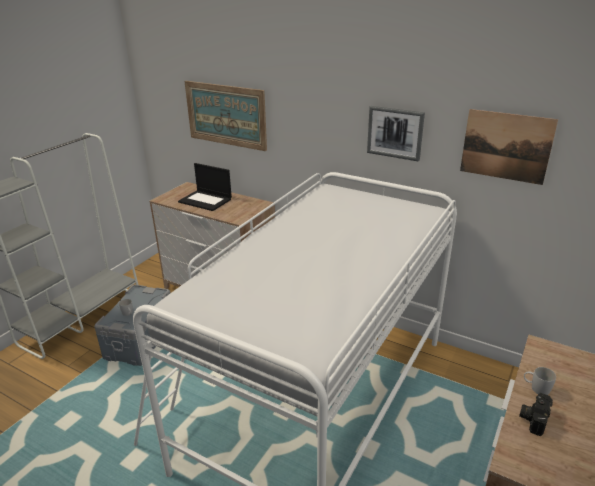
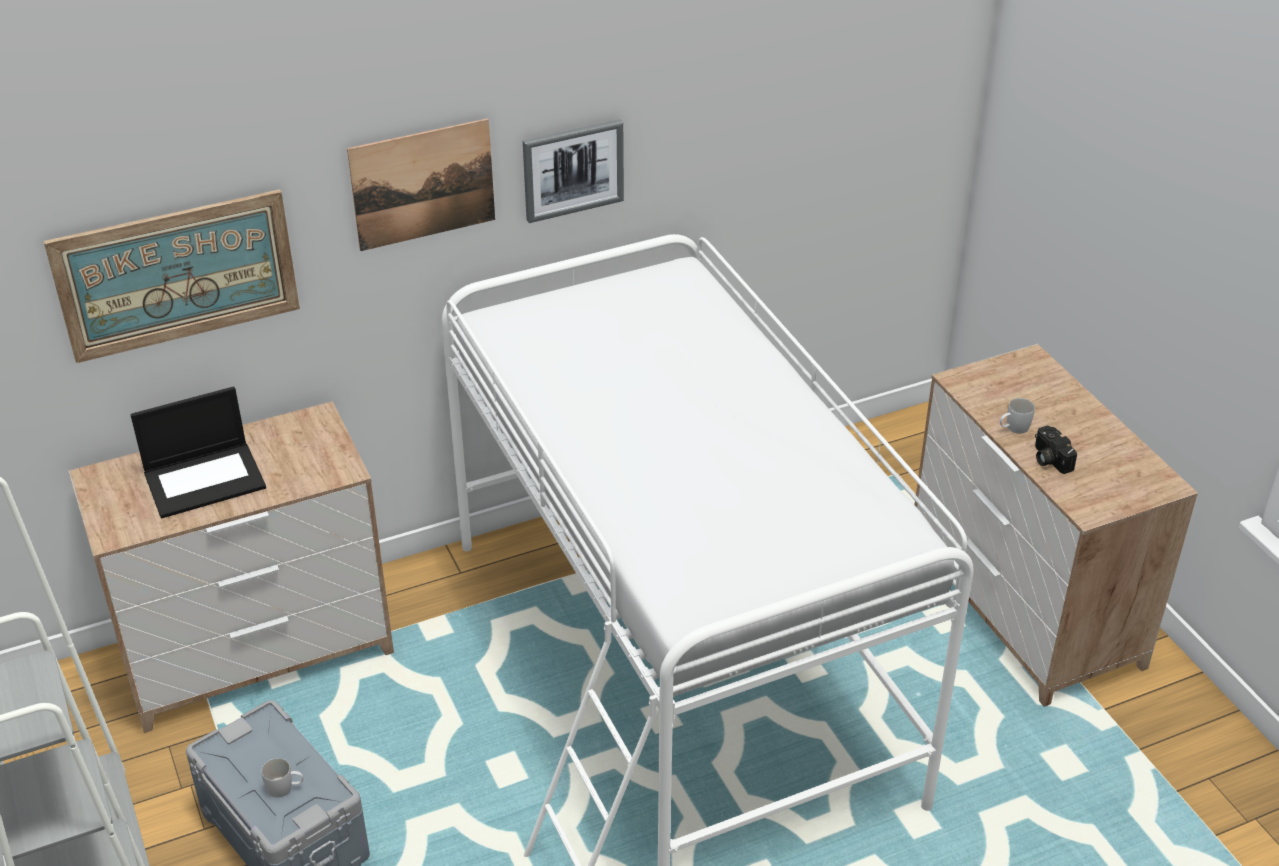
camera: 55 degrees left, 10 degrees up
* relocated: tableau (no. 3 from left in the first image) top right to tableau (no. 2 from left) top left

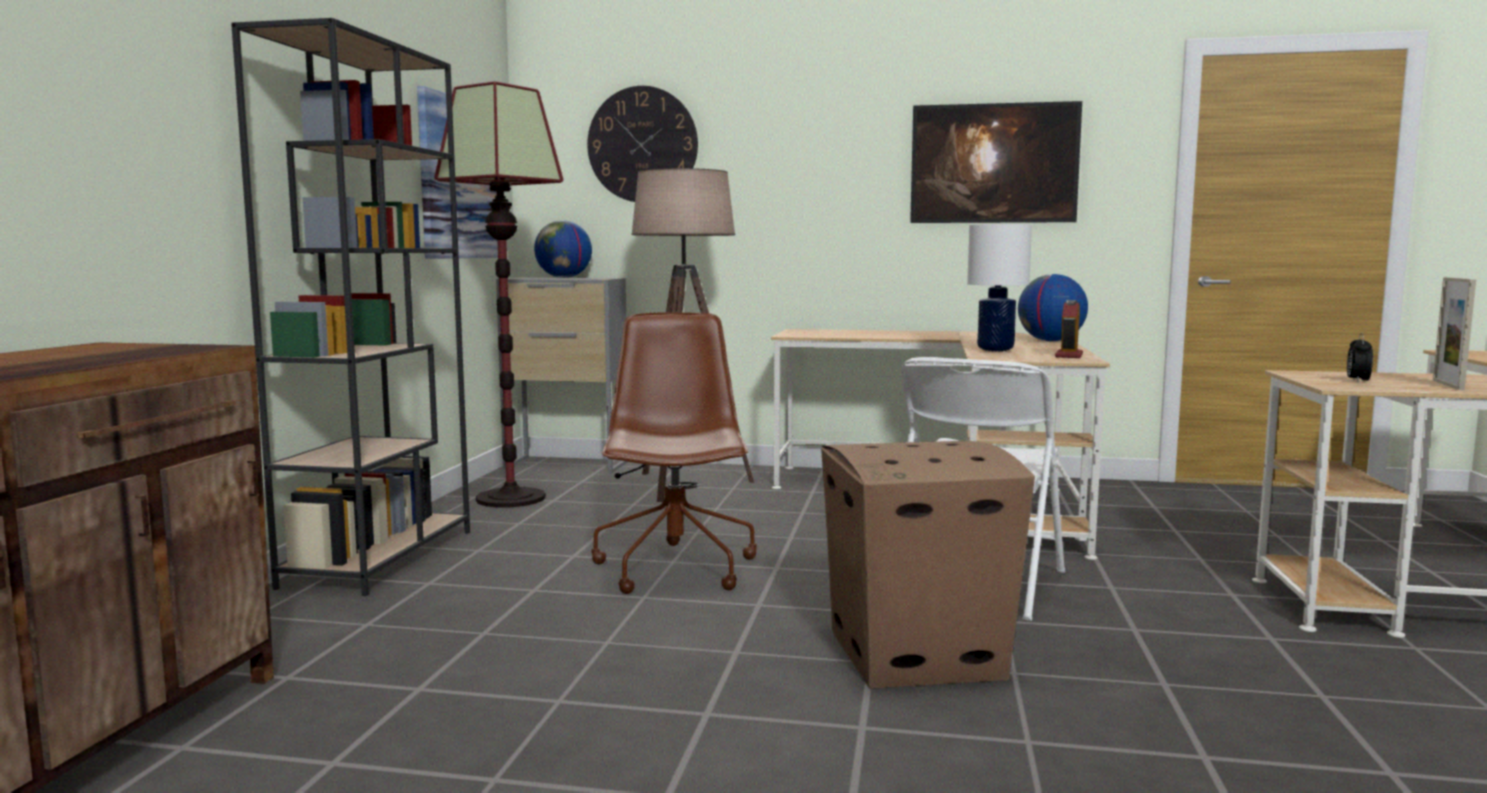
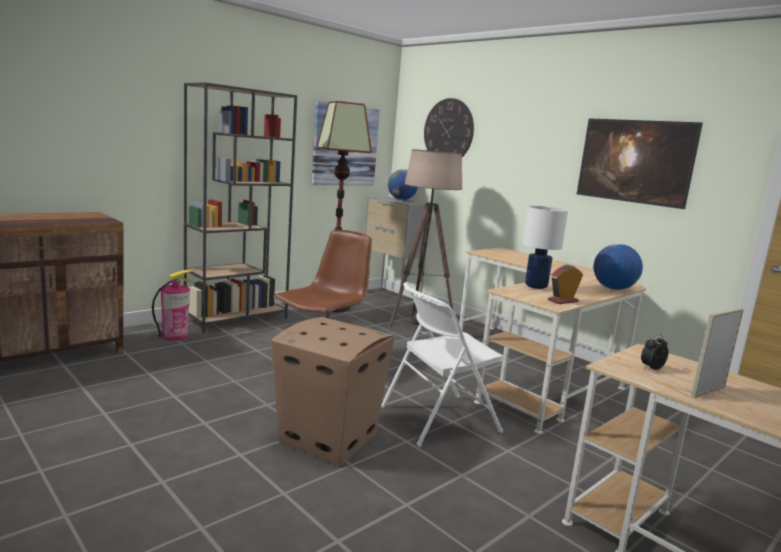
camera: 35 degrees right, 5 degrees up
* appeared: extincteur middle left

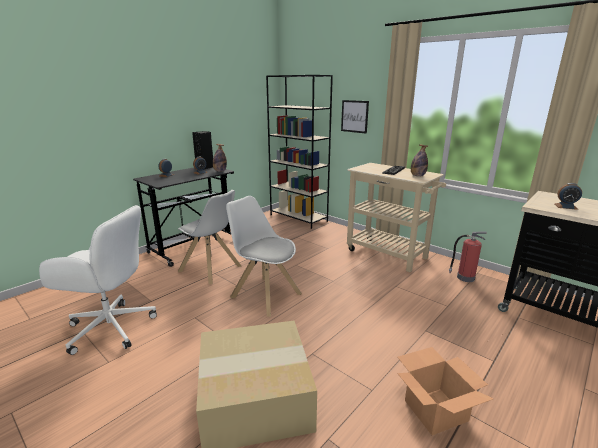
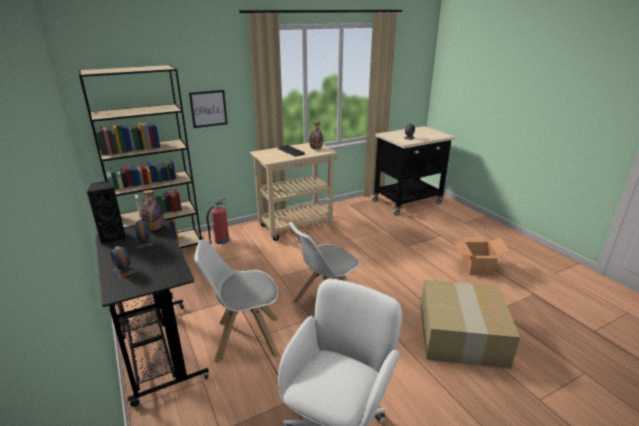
camera: 70 degrees left, 5 degrees up
* relocated: extincteur middle right to centre
* spun: chaise (no. 1 from left) centre = bottom centre 150 degrees counterclockwise

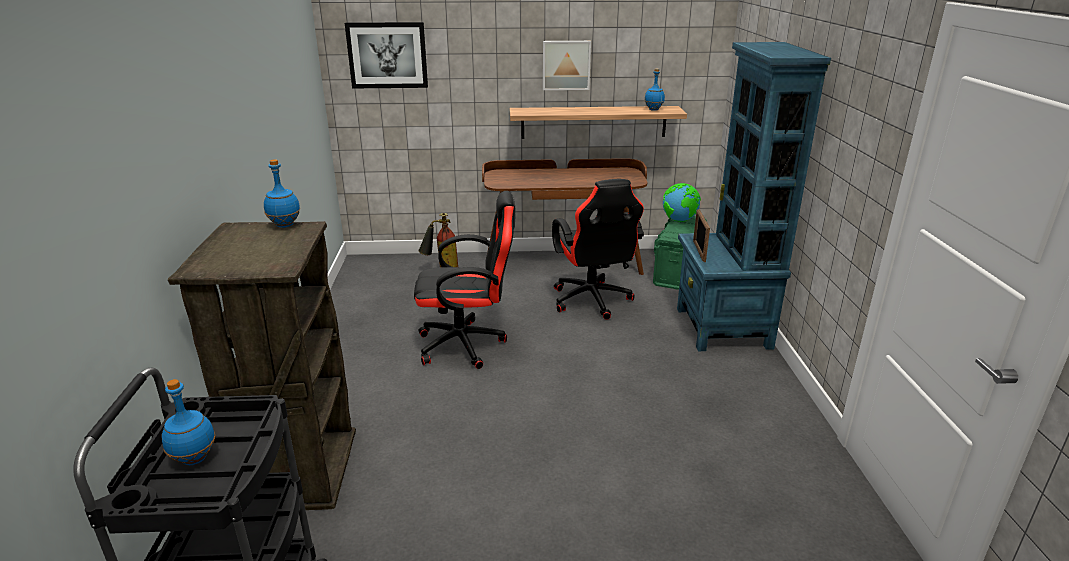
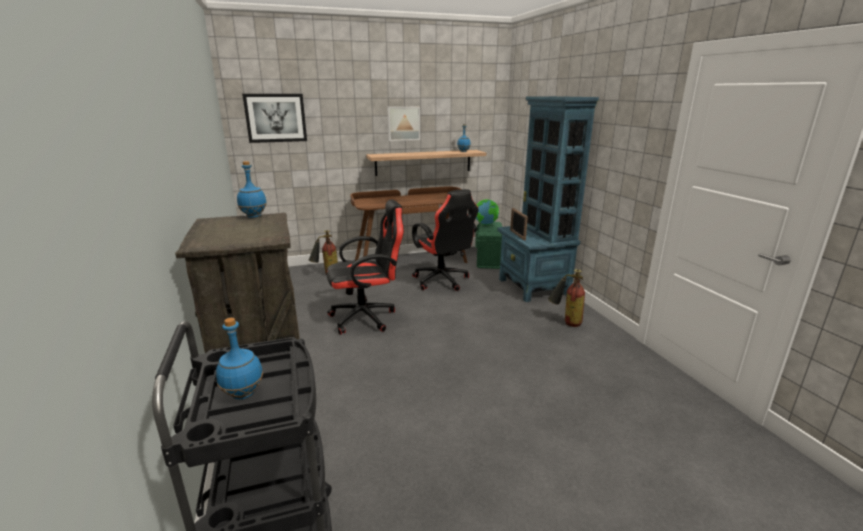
camera: 15 degrees left, 5 degrees down
* appeared: extincteur (no. 2 from left) centre

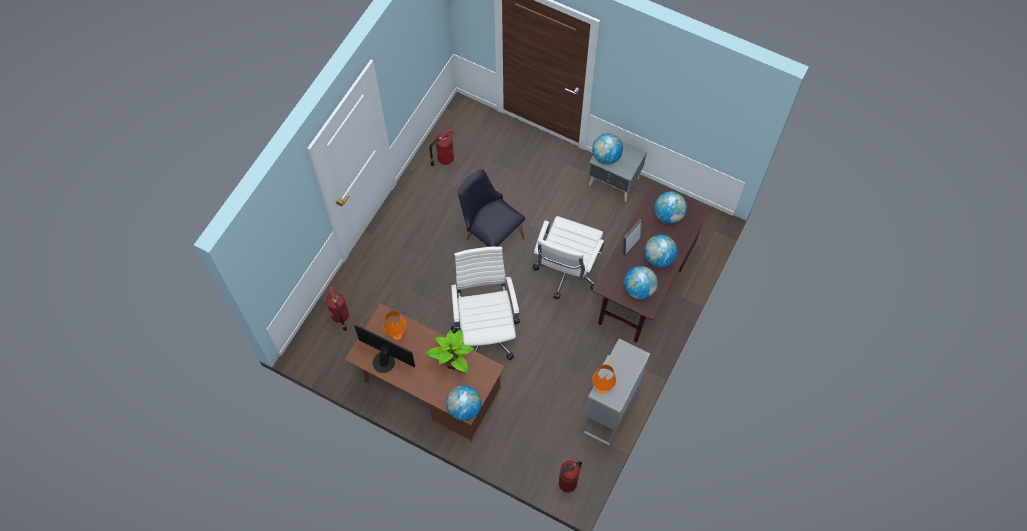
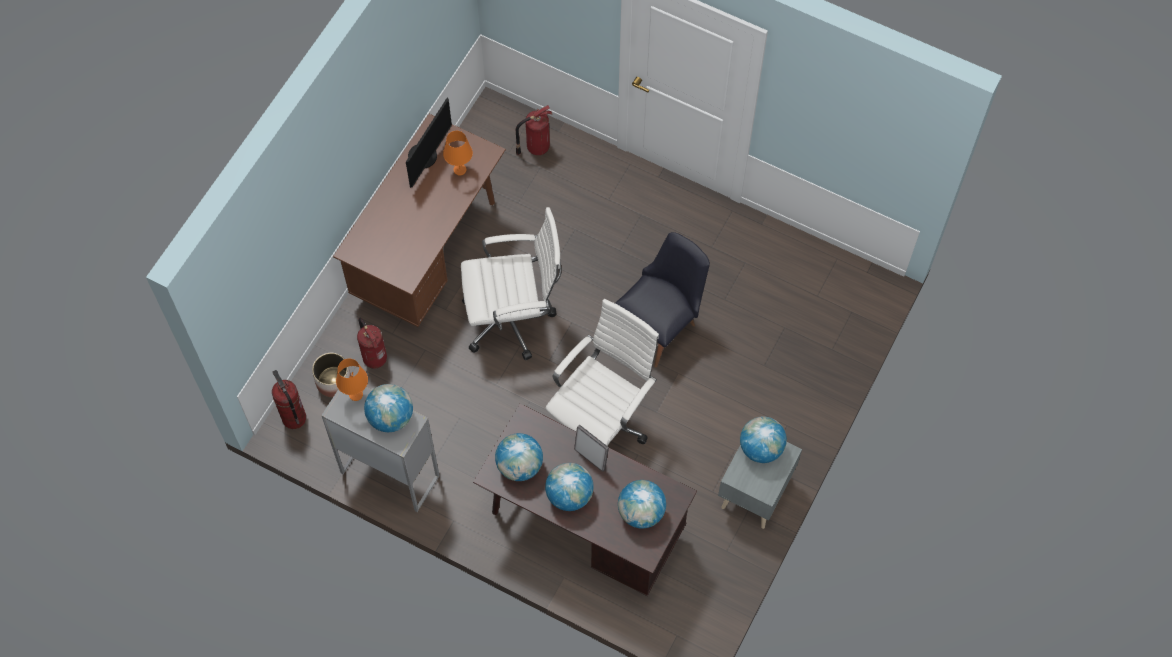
camera: 90 degrees right, 0 degrees up
* missing: plante en pot centre
* appeared: cache-pot middle left
* relocated: extincteur (no. 2 from left) top centre to middle left
* relocated: globe (no. 1 from left) bottom centre to middle left
* spun: chaise de bureau/blanc (no. 2 from left) centre = centre 105 degrees clockwise

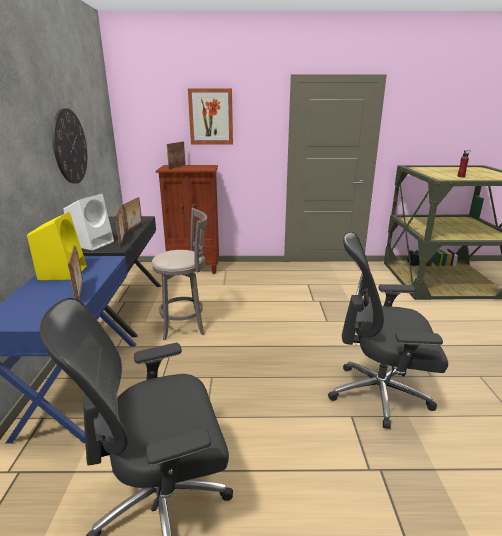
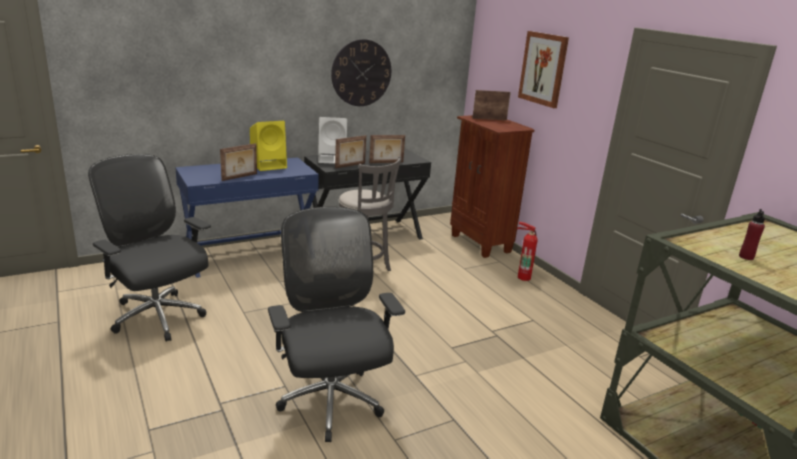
camera: 60 degrees right, 0 degrees up
* appeared: extincteur centre

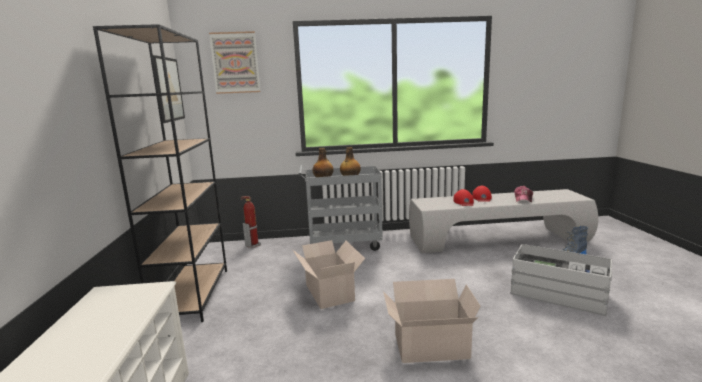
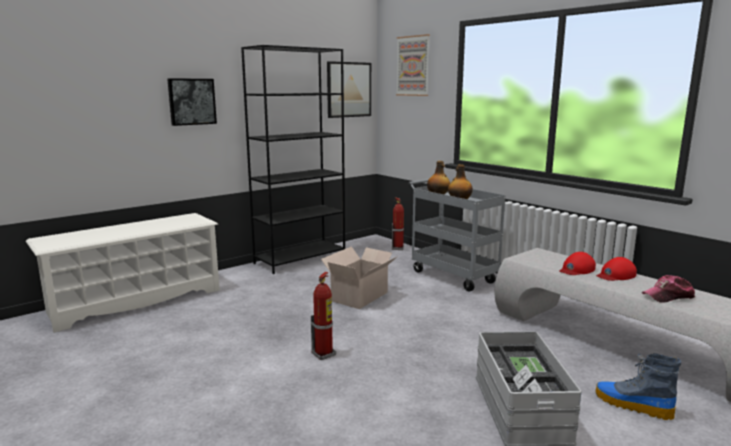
camera: 55 degrees right, 0 degrees up
* appeared: tableau (no. 1 from left) top left
* exchanged: carton (no. 2 from left) bottom centre to extincteur (no. 1 from left) bottom centre
* colour: bibliothèque/beige middle left to bibliothèque/noir centre

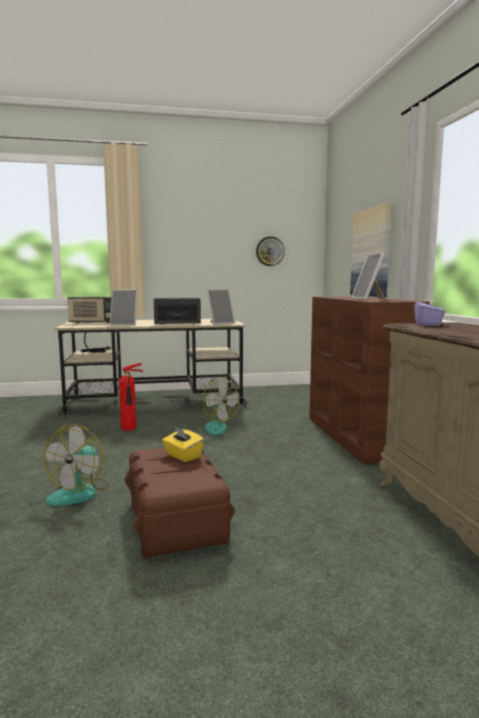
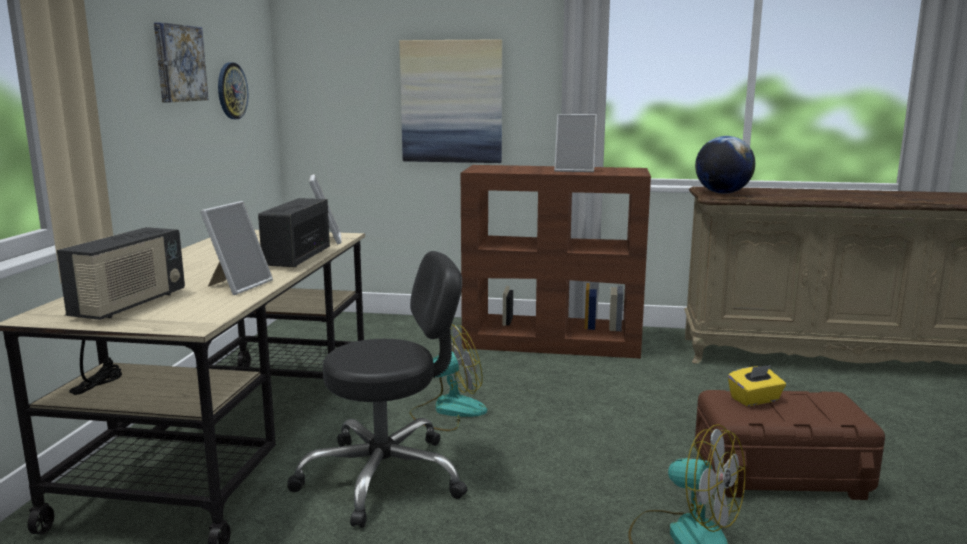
camera: 70 degrees left, 5 degrees up
* appeared: tableau (no. 1 from left) top left
* exchanged: extincteur middle left to chaise de bureau/noir bottom centre
* exchanged: boîte à mouchoirs/violet middle right to globe top right

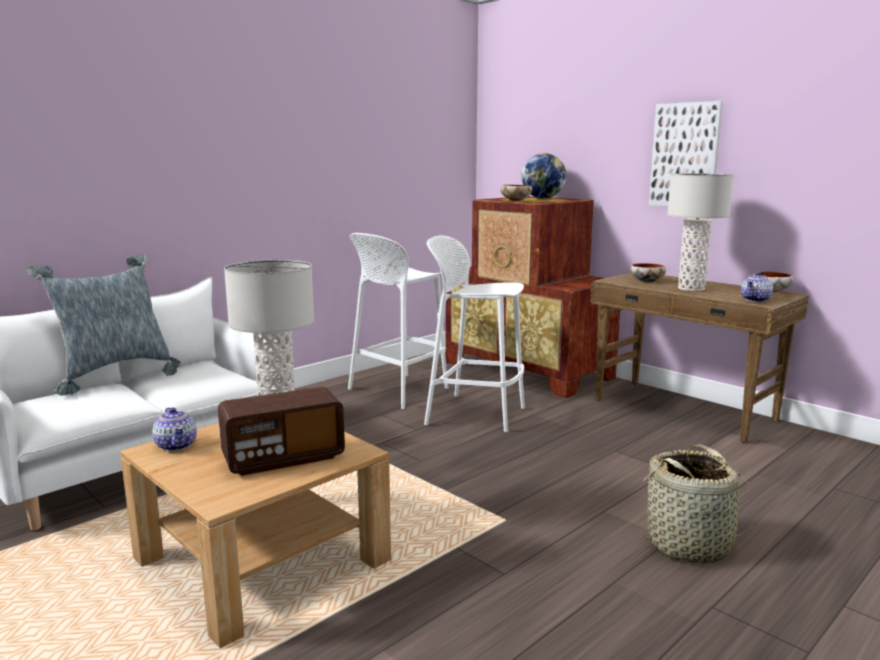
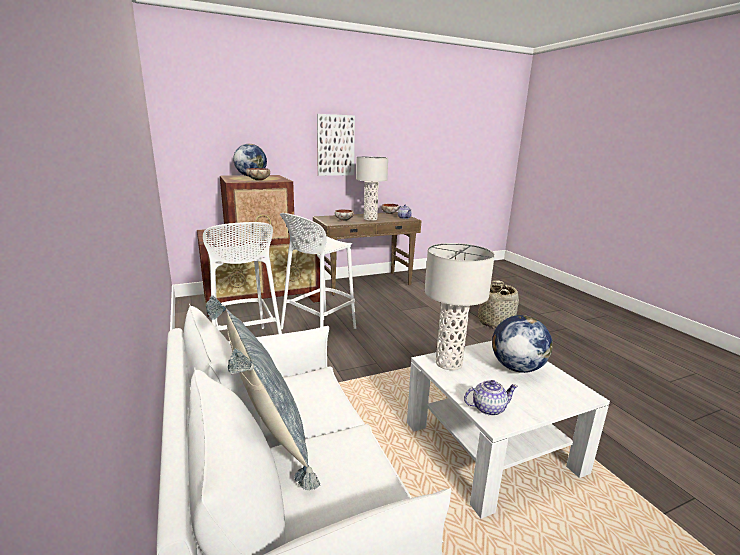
camera: 70 degrees left, 5 degrees up
* exchanged: radio middle left to globe (no. 2 from left) middle right
* colour: table basse/marron bottom left to table basse/blanc bottom right

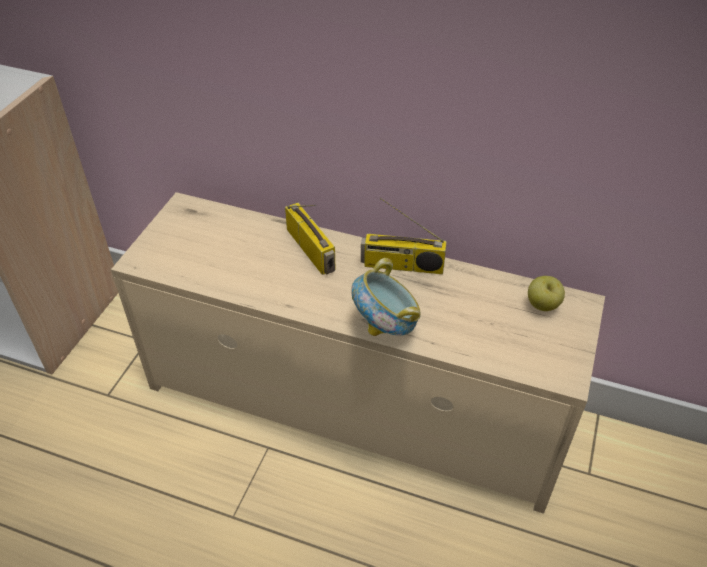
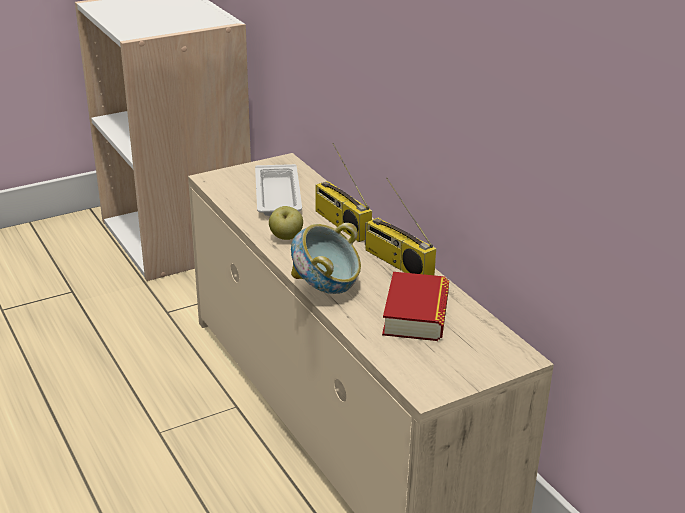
camera: 40 degrees right, 15 degrees down
* appeared: plateau/blanc centre
* appeared: livre centre
* relocated: pomme middle right to centre
* spun: radio (no. 1 from left) centre = centre 135 degrees clockwise

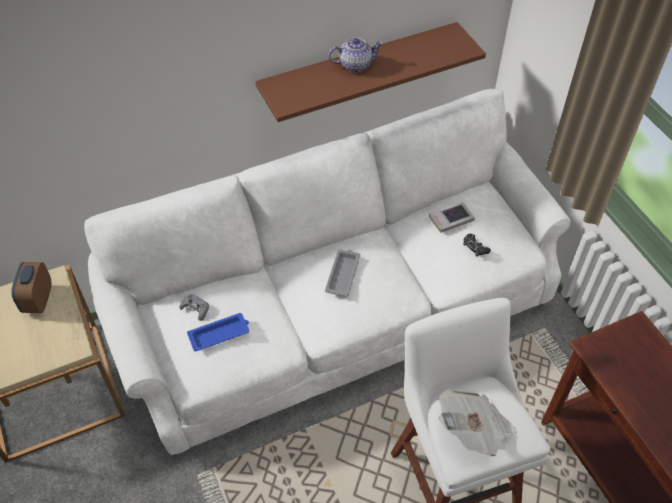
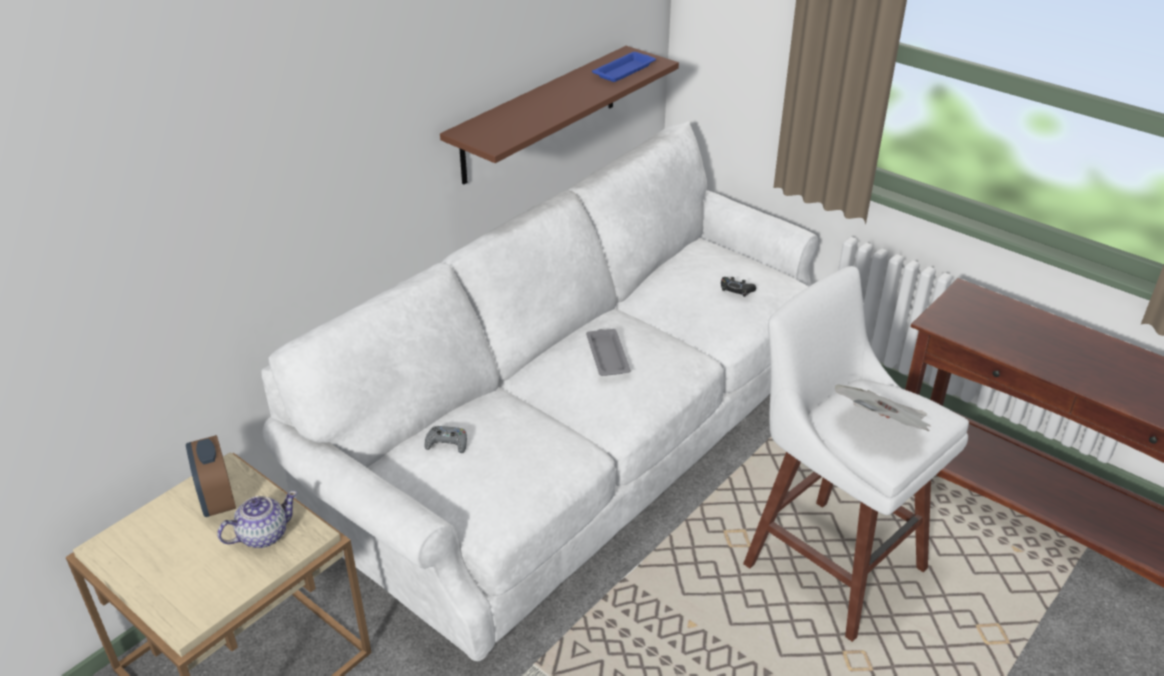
camera: 25 degrees left, 15 degrees down
* missing: livre middle right
* relocated: plateau/bleu middle left to top centre
* relocated: théière top centre to bottom left

